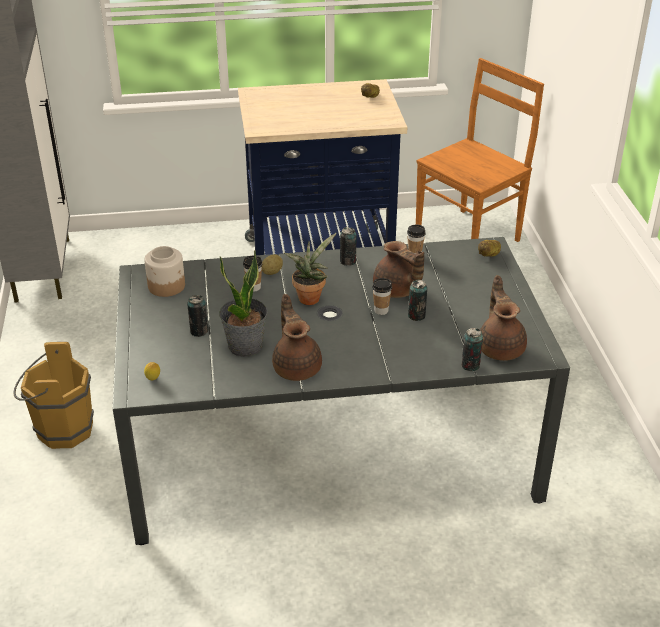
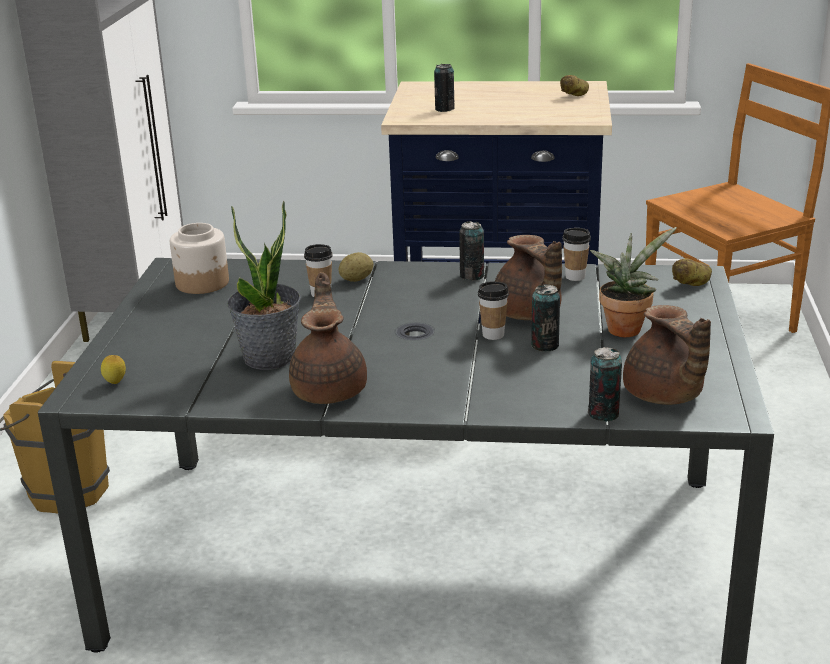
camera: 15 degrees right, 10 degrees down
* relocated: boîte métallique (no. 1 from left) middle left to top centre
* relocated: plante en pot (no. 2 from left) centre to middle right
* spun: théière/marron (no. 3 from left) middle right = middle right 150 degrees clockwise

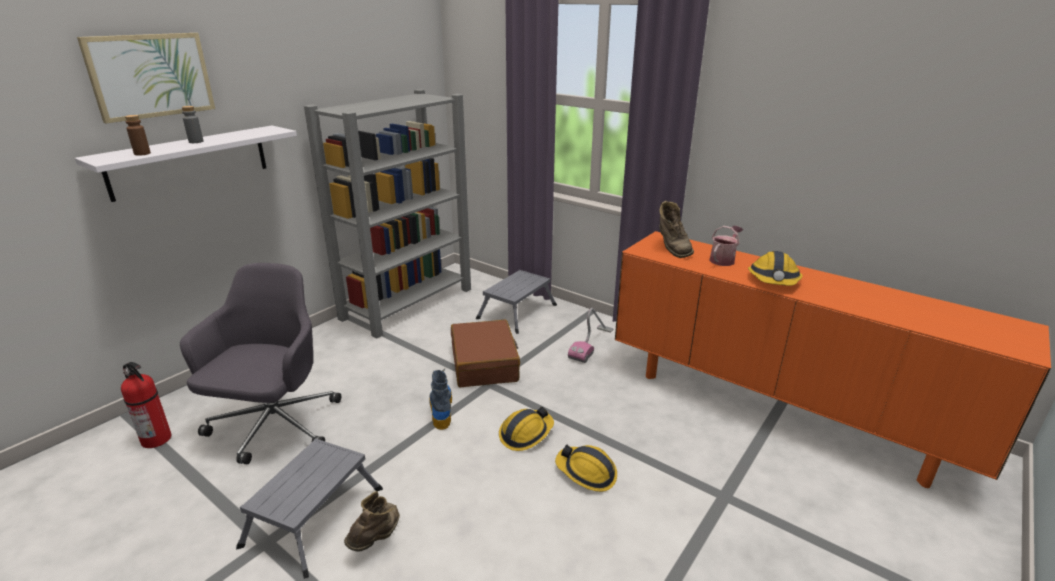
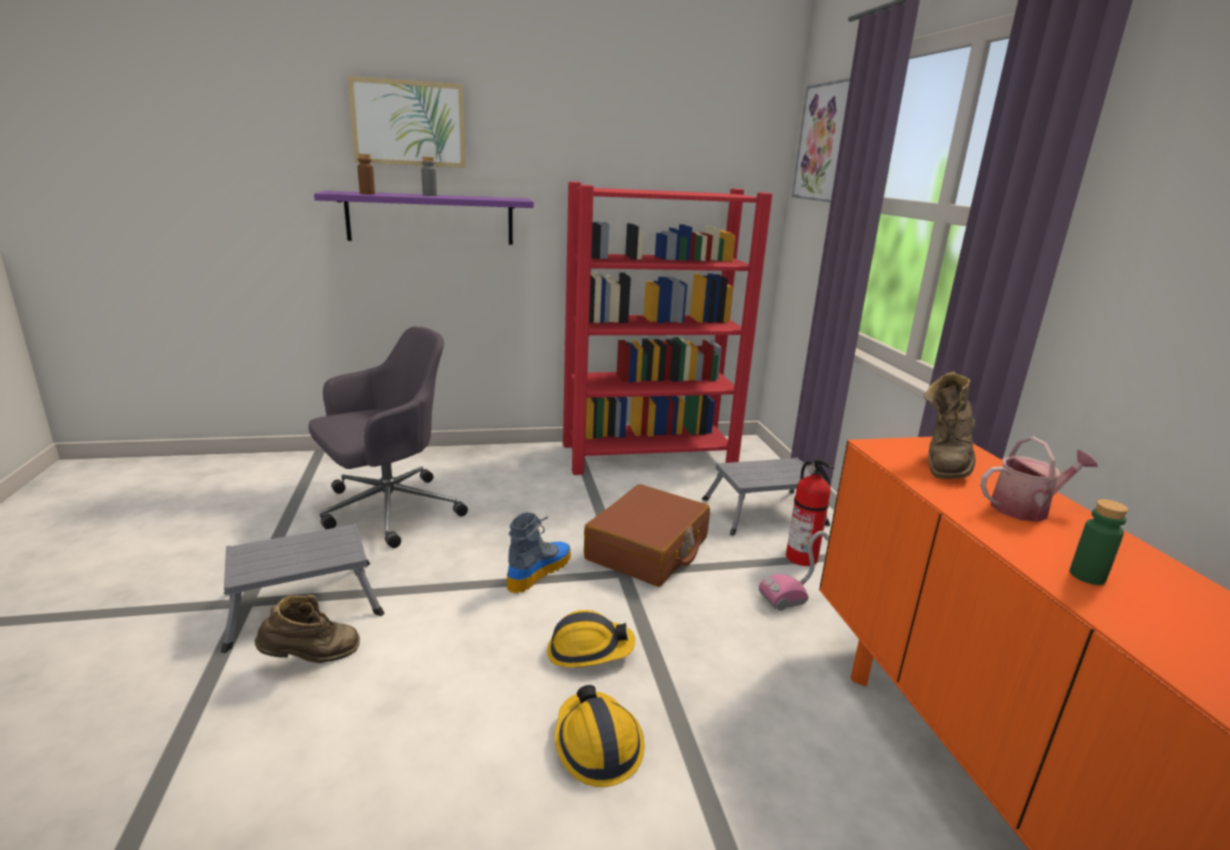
camera: 40 degrees right, 5 degrees down
* appeared: tableau (no. 2 from left) top right
* relocated: extincteur bottom left to centre
* exchanged: casque de chantier (no. 3 from left) middle right to bouteille/vert middle right
* colour: étagère/blanc top left to étagère/violet top centre
* colour: bibliothèque/gris centre to bibliothèque/rouge centre

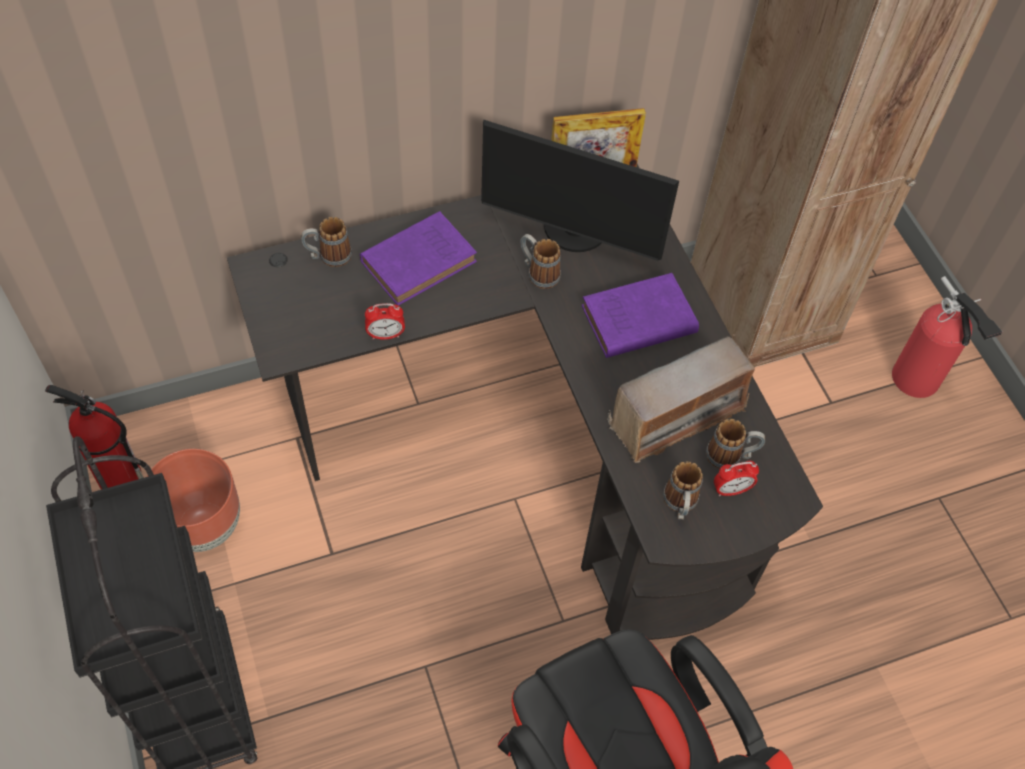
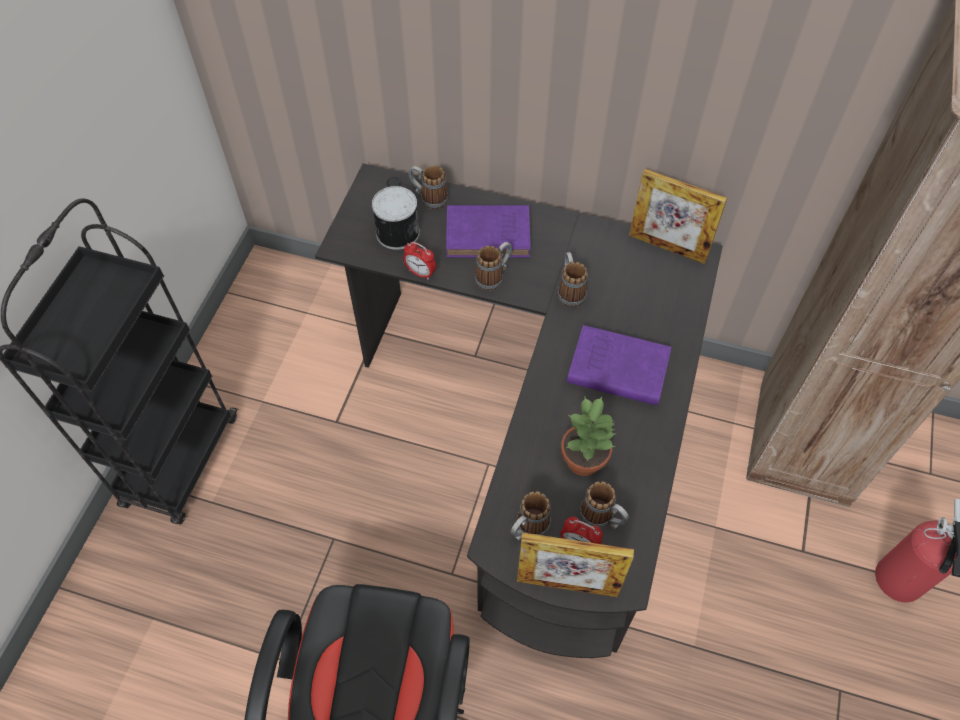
camera: 40 degrees right, 0 degrees up
* missing: extincteur (no. 1 from left) middle left
* missing: cache-pot/marron middle left
* missing: écran d'ordinateur top centre
* appeared: boîte métallique top centre
* appeared: mug (no. 2 from left) centre
* appeared: cadre photo (no. 1 from left) bottom centre
* exchanged: radio centre to plante en pot centre

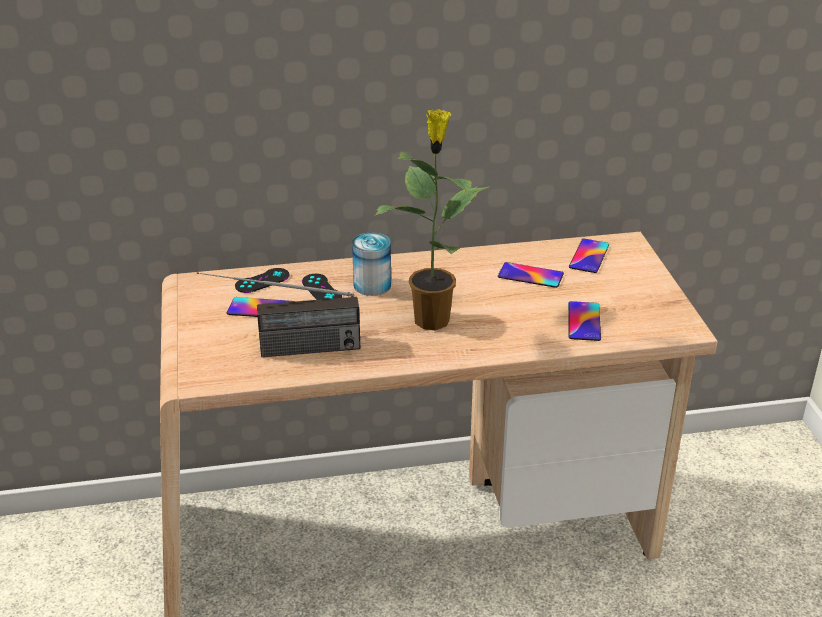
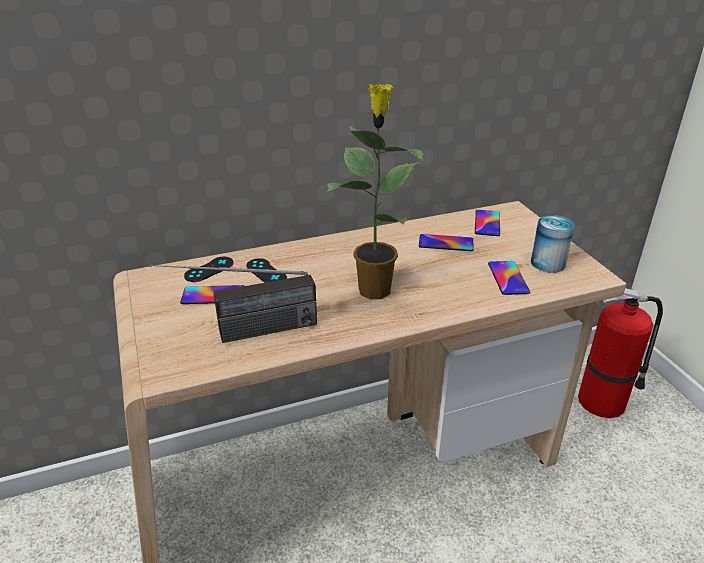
camera: 10 degrees left, 0 degrees up
* appeared: extincteur middle right
* relocated: boîte métallique centre to middle right

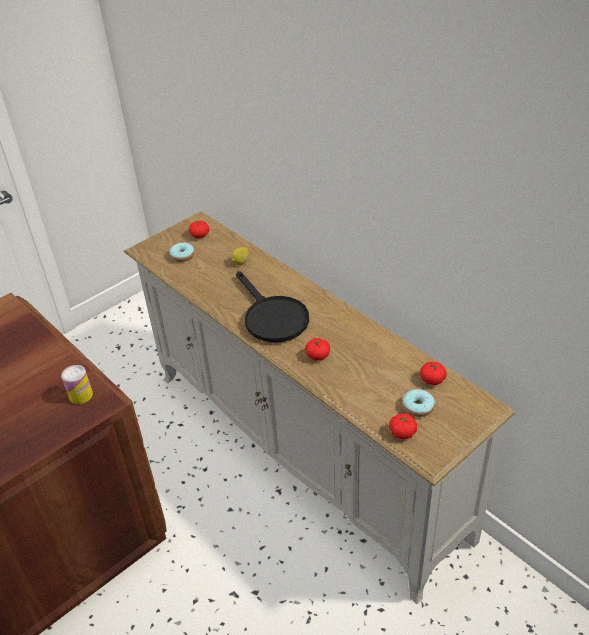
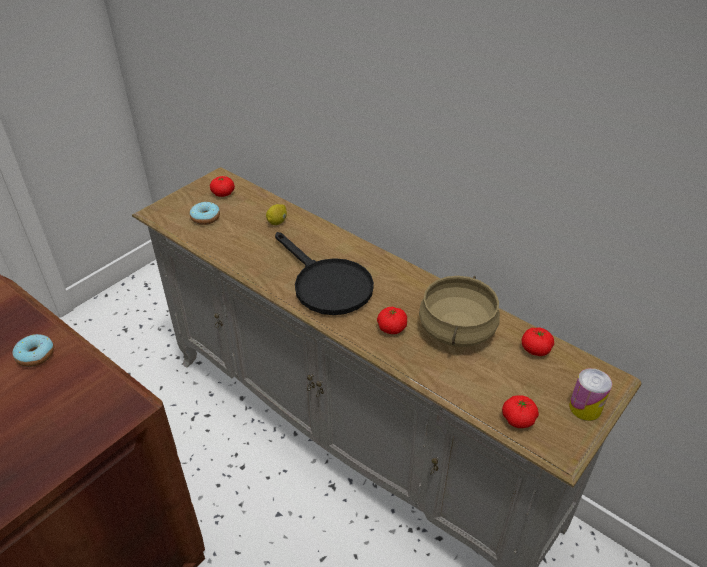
camera: 10 degrees left, 0 degrees up
* appeared: marmite/beige centre
* relocated: boîte métallique middle left to bottom right
* relocated: beignet (no. 2 from left in the first image) middle right to beignet (no. 1 from left) middle left

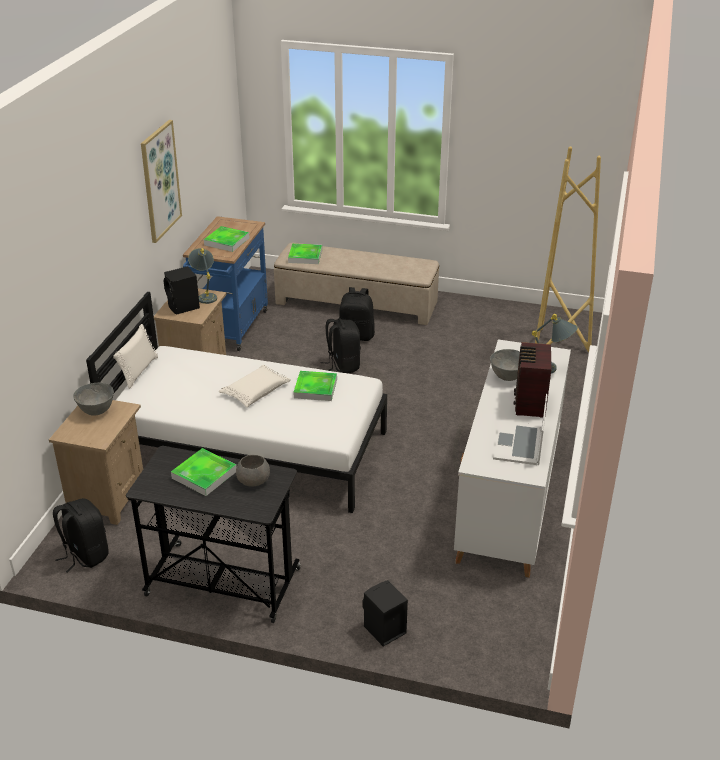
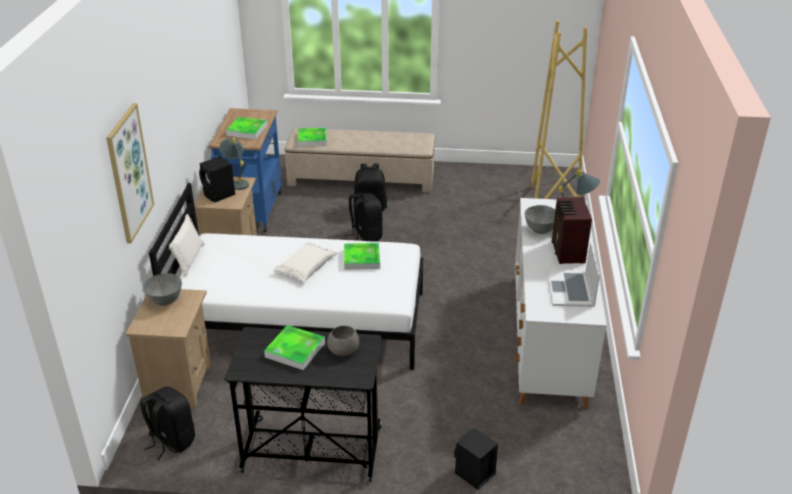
camera: 10 degrees left, 0 degrees up
* relocated: tableau top left to middle left

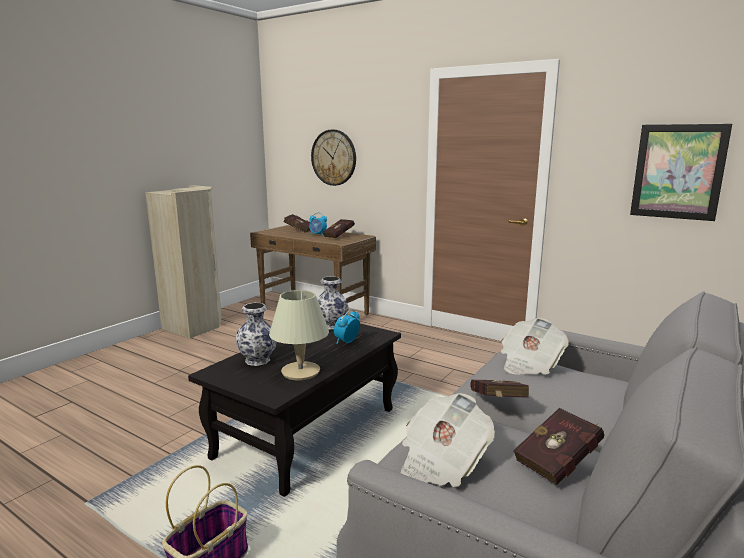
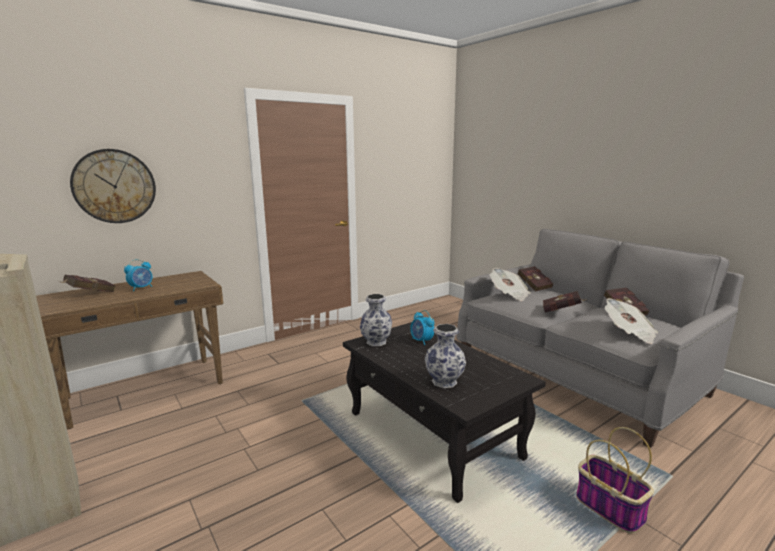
camera: 70 degrees left, 0 degrees up
* missing: lampe de table/beige centre
* missing: tableau top right
* relocated: livre/rouge (no. 2 from left) centre to middle right

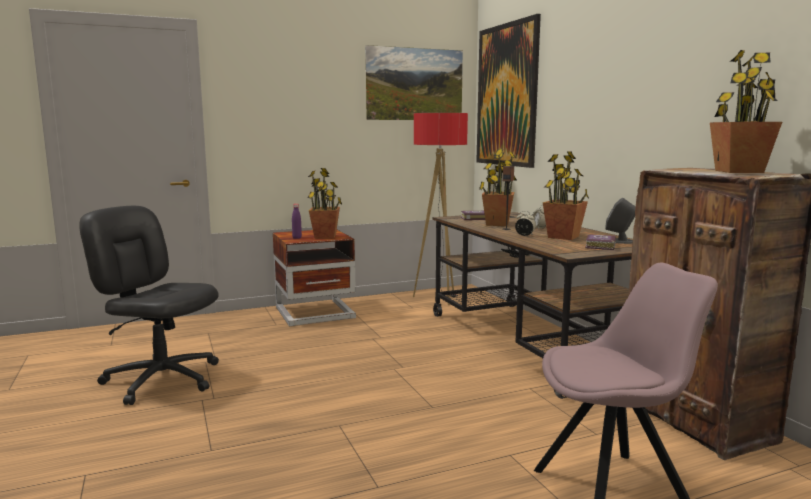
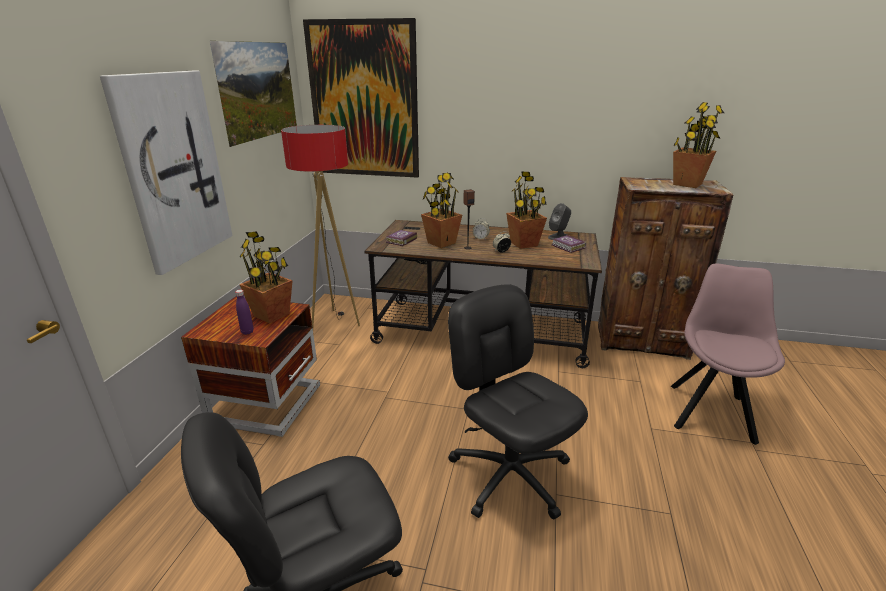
camera: 55 degrees left, 15 degrees up
* appeared: tableau (no. 1 from left) top left
* appeared: chaise de bureau/noir (no. 2 from left) bottom centre

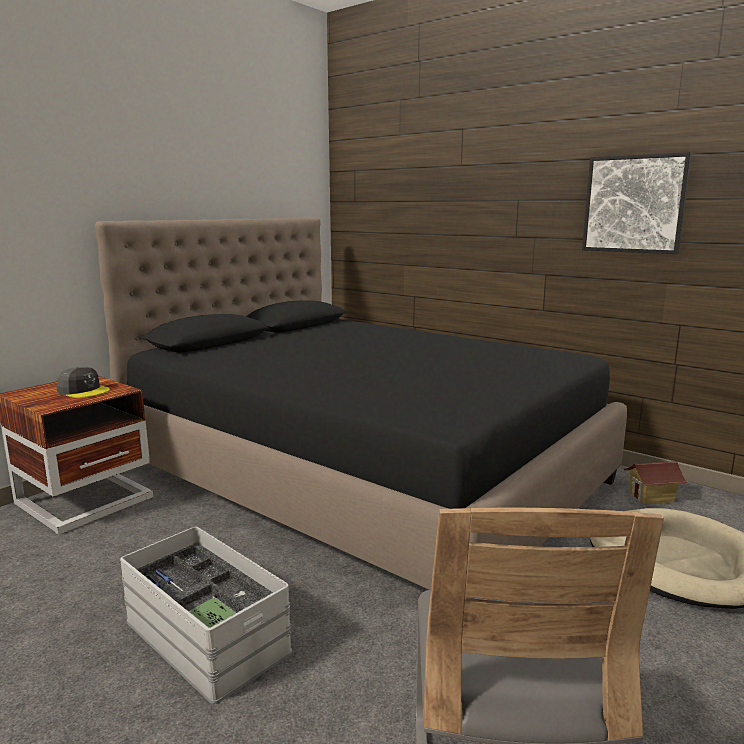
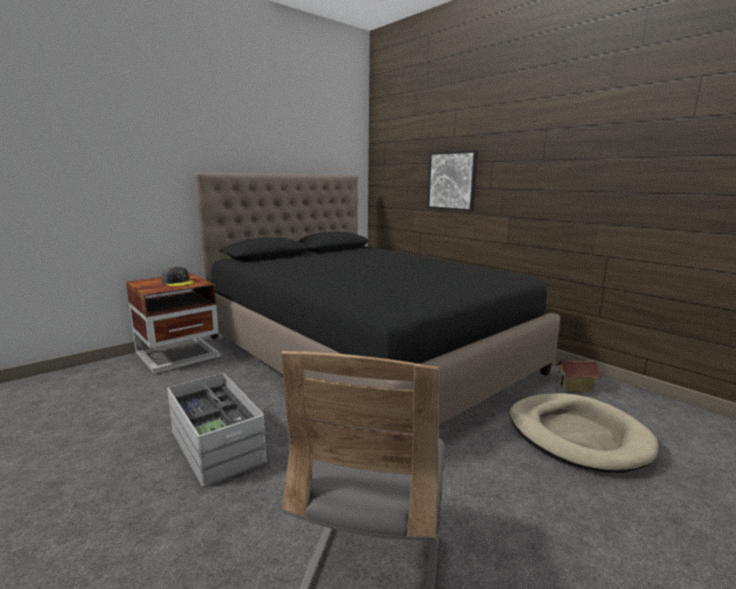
camera: 10 degrees right, 0 degrees up
* relocated: tableau top right to top centre

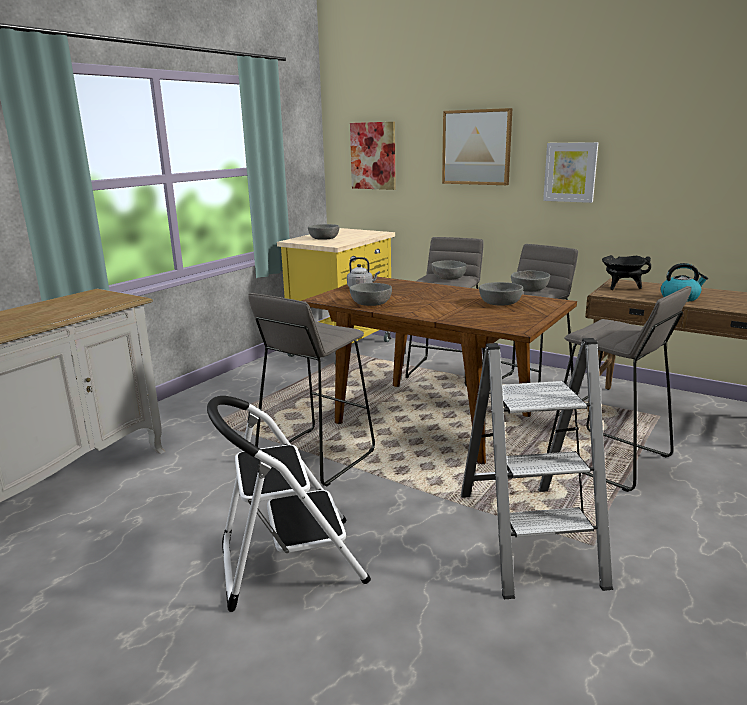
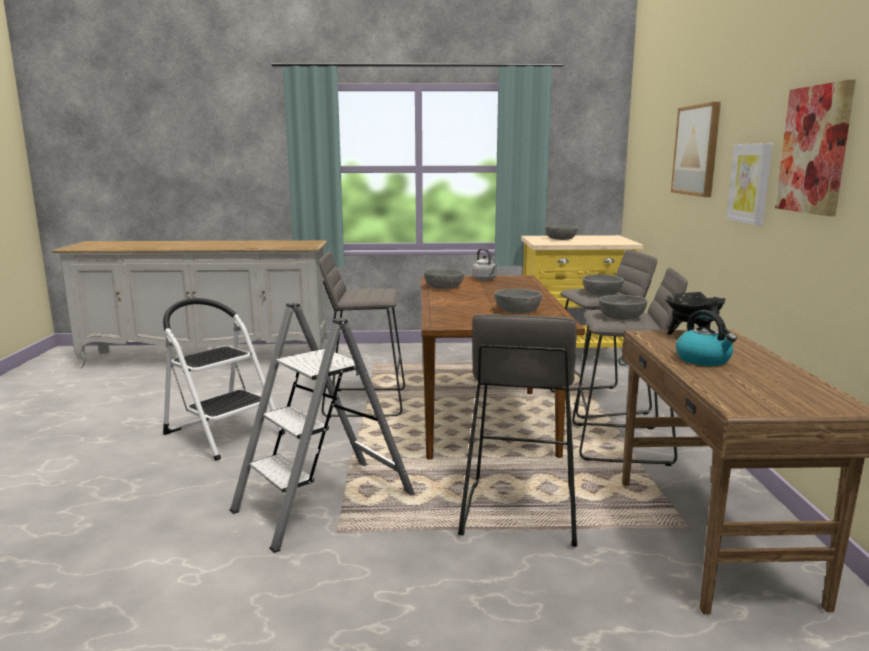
camera: 55 degrees right, 5 degrees down
* relocated: tableau (no. 1 from left in the first image) top centre to tableau (no. 3 from left) top right

